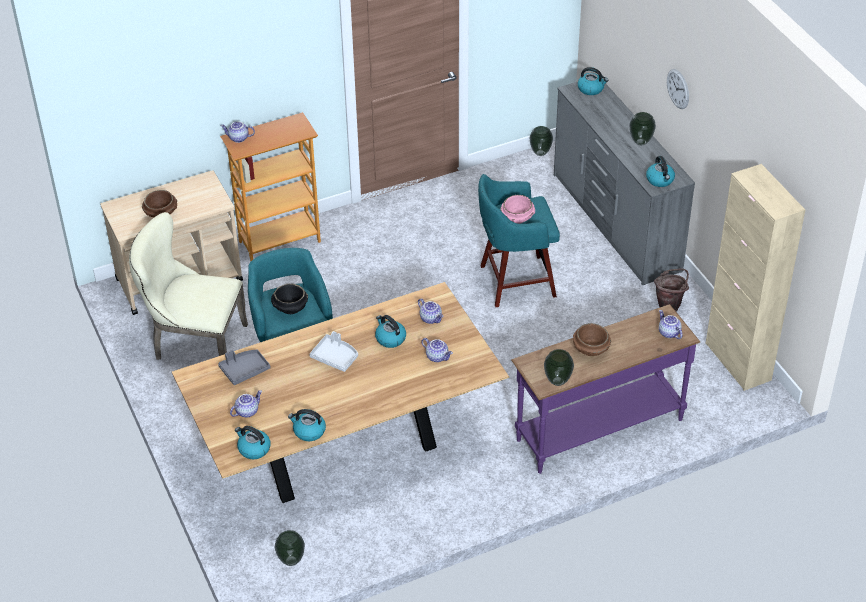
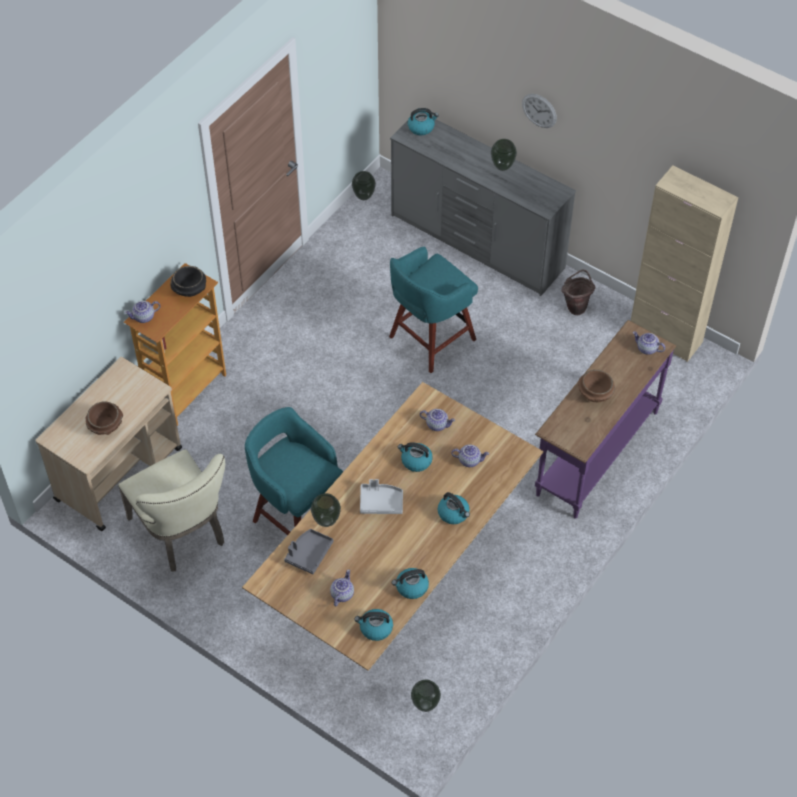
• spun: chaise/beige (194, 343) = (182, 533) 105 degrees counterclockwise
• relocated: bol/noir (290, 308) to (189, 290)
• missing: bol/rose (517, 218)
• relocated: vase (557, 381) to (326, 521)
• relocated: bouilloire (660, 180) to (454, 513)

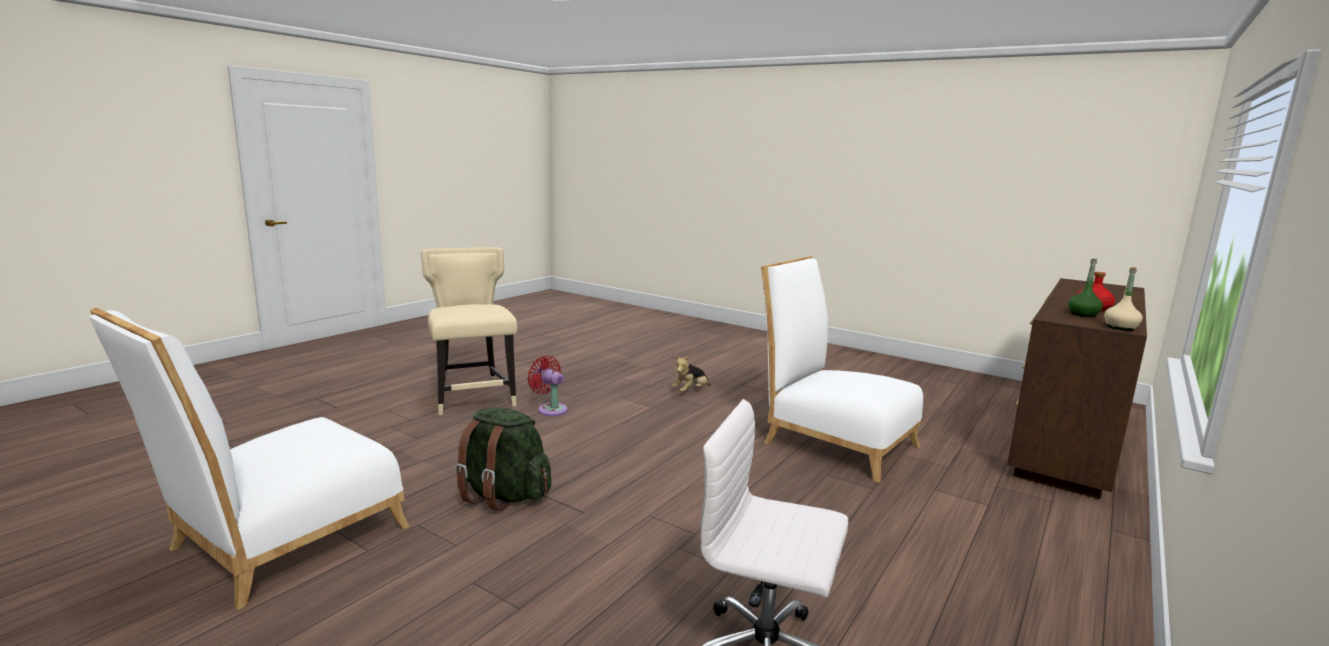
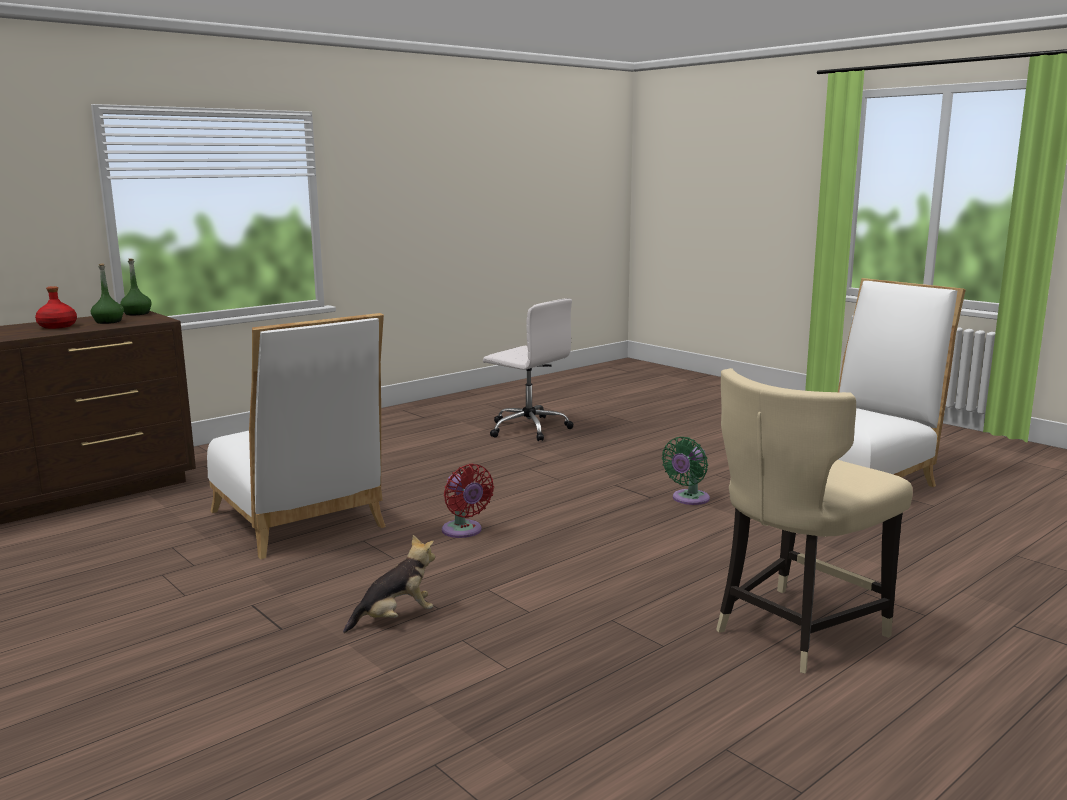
• spun: chaise/beige (473, 398) = (794, 631) 60 degrees clockwise
• exchanged: sac à dos/vert (504, 496) to ventilateur/vert (688, 499)
• relocated: ventilateur/rouge (550, 409) to (464, 531)
• colour: bouteille/beige (1120, 327) to bouteille/vert (137, 313)

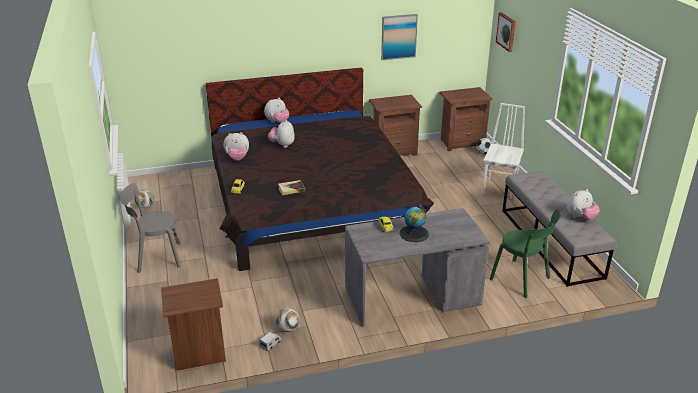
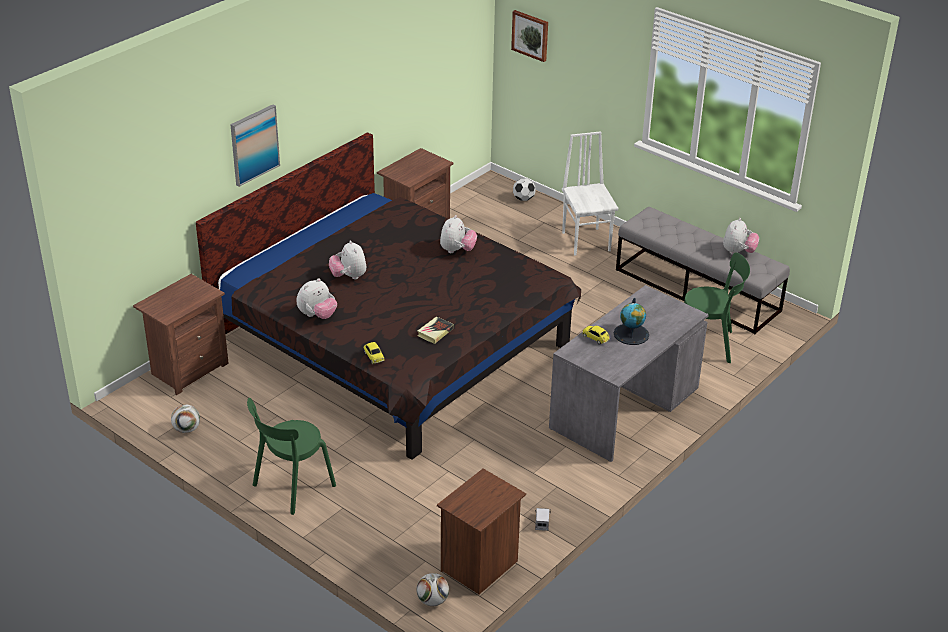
• colour: chaise/gris (156, 257) to chaise/vert (291, 487)
• relocated: peluche (277, 122) to (457, 250)
• relocated: ballon de foot (287, 329) to (432, 601)
• relocated: tableau (398, 36) to (254, 144)
• relocated: table de chevet/marron (461, 142) to (188, 369)

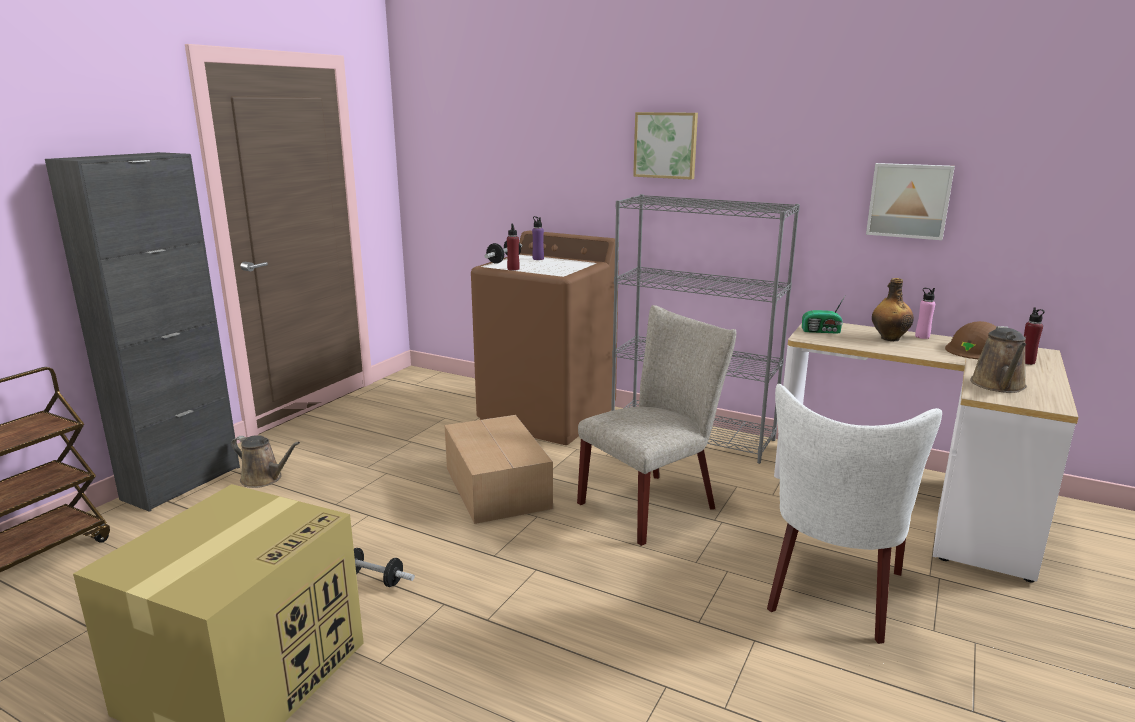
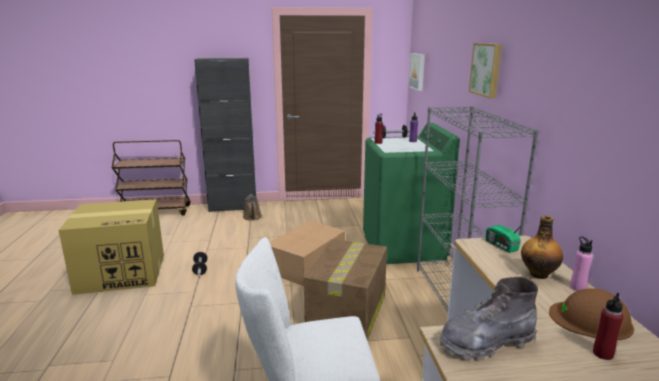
• colour: lave-linge/marron (548, 416) to lave-linge/vert (403, 247)
• exchanged: chaise/beige (654, 503) to carton (347, 314)
• relocated: tableau (909, 200) to (418, 71)
• exchanged: arrosoir/marron (999, 386) to botte/gris (486, 343)

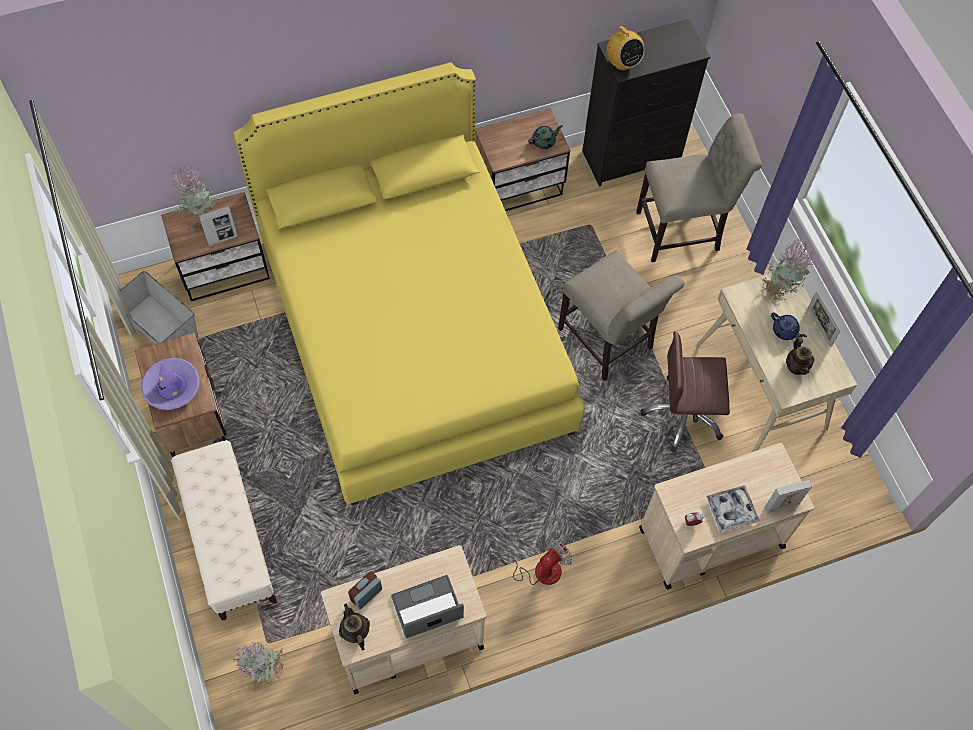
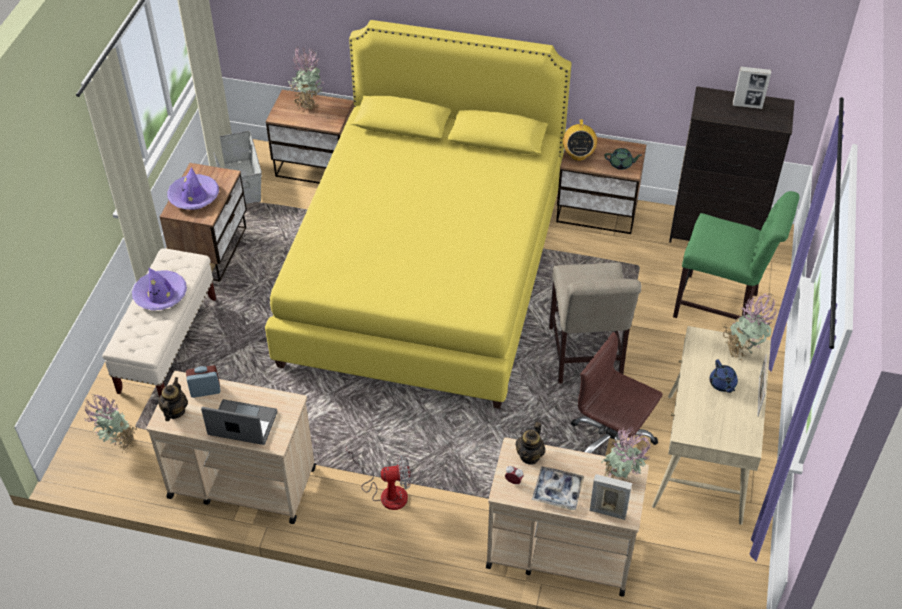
• relocated: cadre photo (222, 238) to (747, 105)
• relocated: radio (622, 63) to (578, 155)
• colour: chaise/beige (683, 231) to chaise/vert (721, 307)
• relocated: théière (796, 366) to (530, 455)
• appeared: chapeau/violet (160, 295)
• appeared: plante en pot (621, 479)

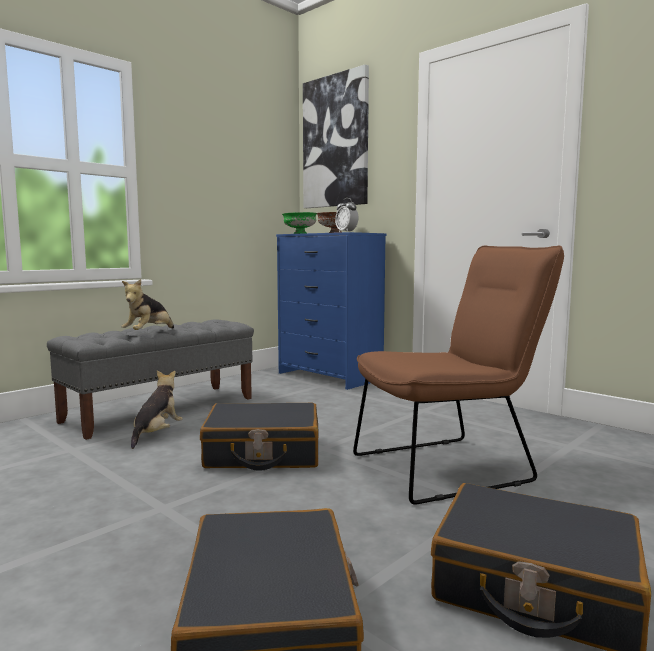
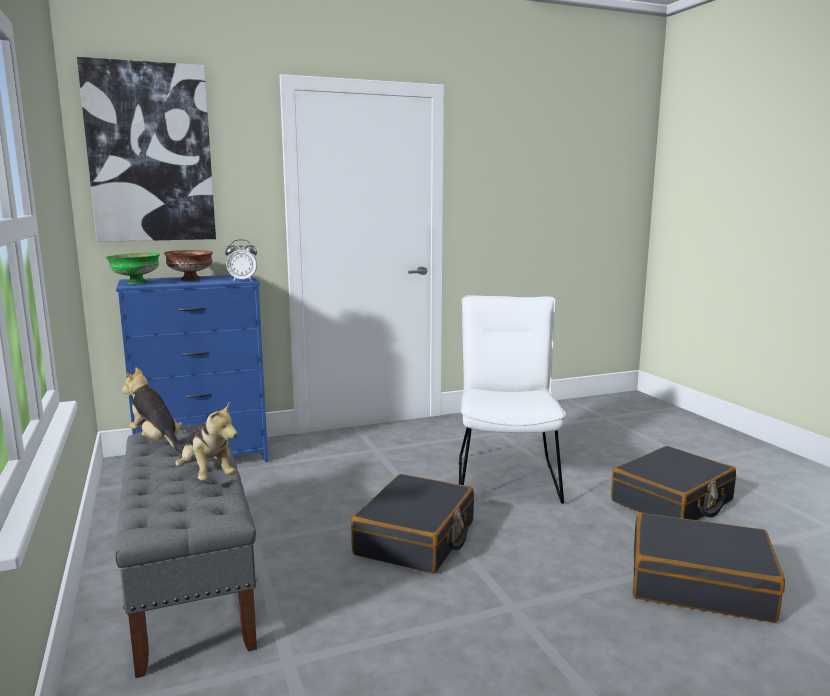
• relocated: peluche (157, 434) to (157, 442)
• colour: chaise/marron (451, 467) to chaise/blanc (506, 475)

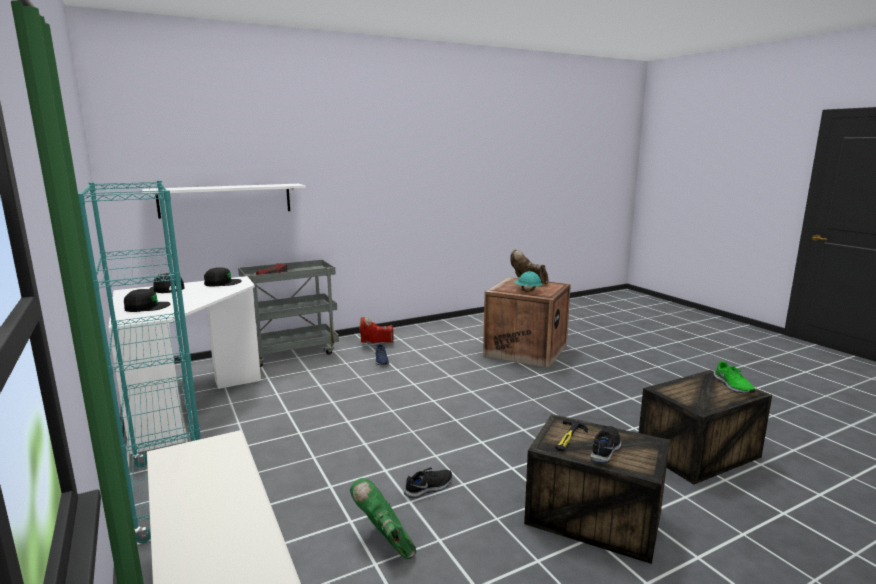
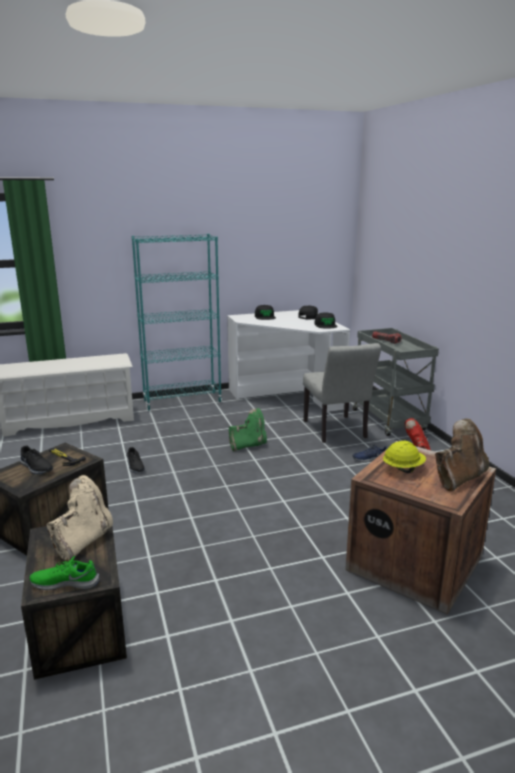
• missing: étagère/blanc (226, 200)
• relocated: botte/vert (385, 541) to (248, 445)
• colour: casque de chantier/turquoise (527, 290) to casque de chantier/jaune (403, 469)
• appeared: botte/beige (83, 541)
• appeared: chaise/gris (336, 431)

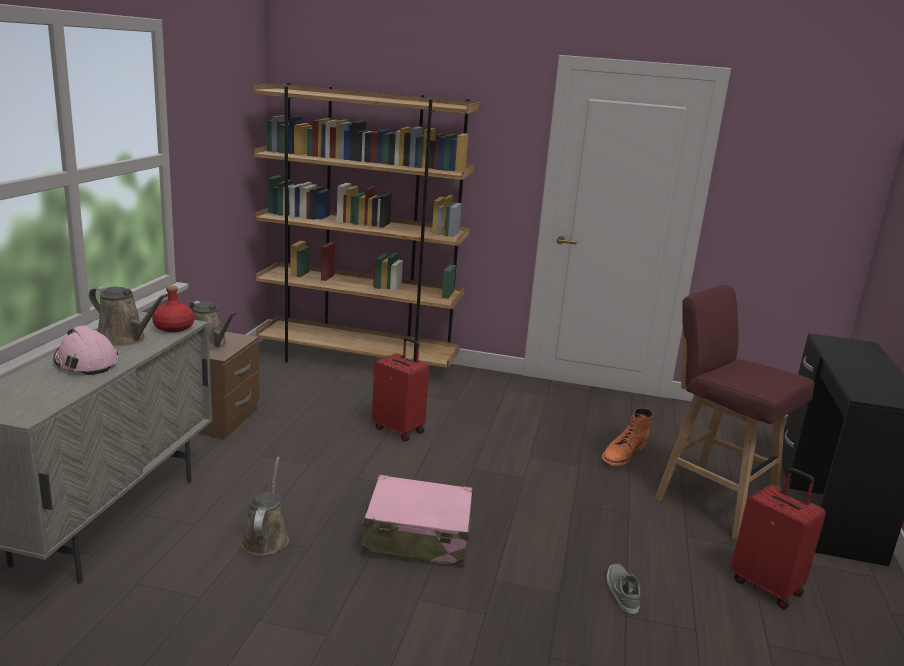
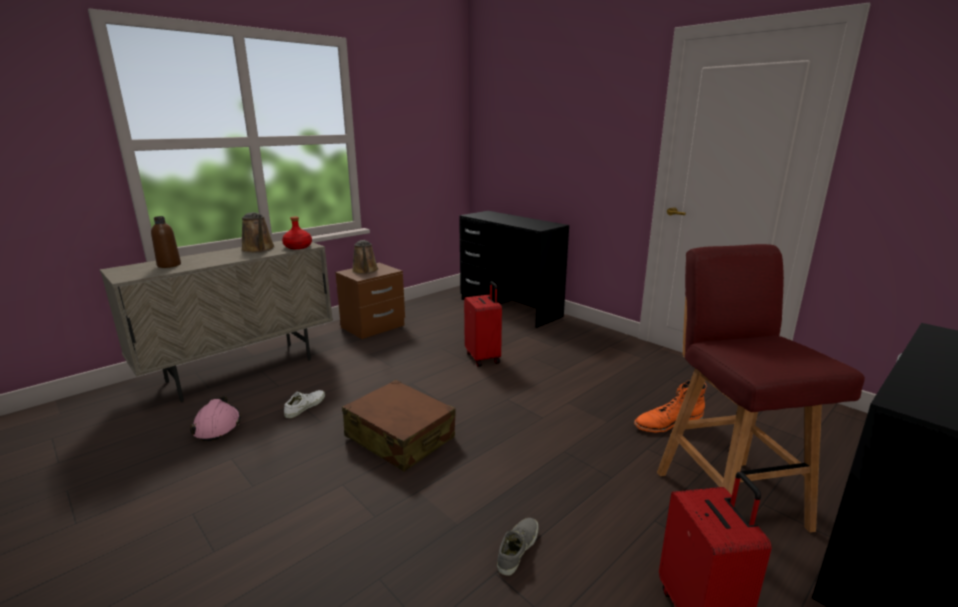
• relocated: casque de chantier/rose (86, 362) to (217, 426)
• exchanged: arrosoir/marron (266, 538) to chaussure/blanc (304, 406)
• exchanged: bibliothèque/marron (358, 362) to bureau/noir (510, 308)
• colour: valise/rose (417, 537) to valise/marron (400, 437)
• appeared: bouteille/marron (169, 265)

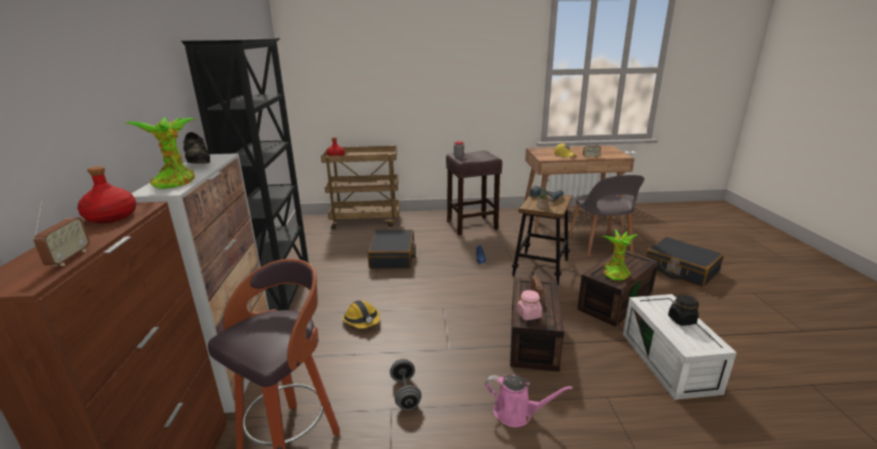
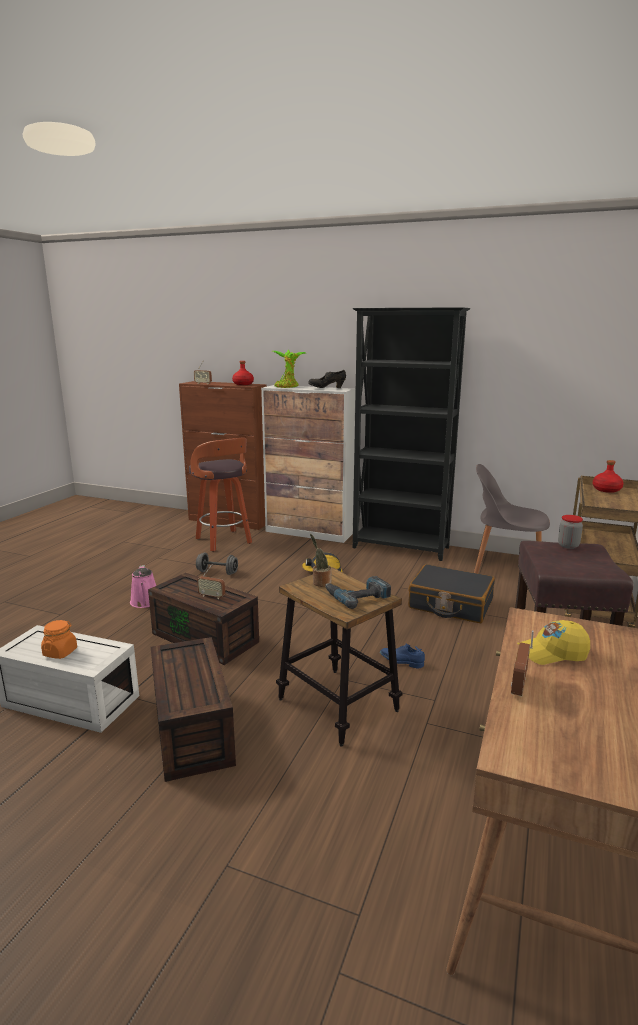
• spun: arrosoir/rose (517, 413) = (145, 602) 60 degrees counterclockwise
• missing: bocal/rose (528, 314)
• relocated: chaise/gris (599, 245) to (505, 569)
• missing: plante en pot (615, 273)
• missing: valise/noir (680, 270)
• colour: bocal/noir (681, 320) to bocal/orange (60, 652)

